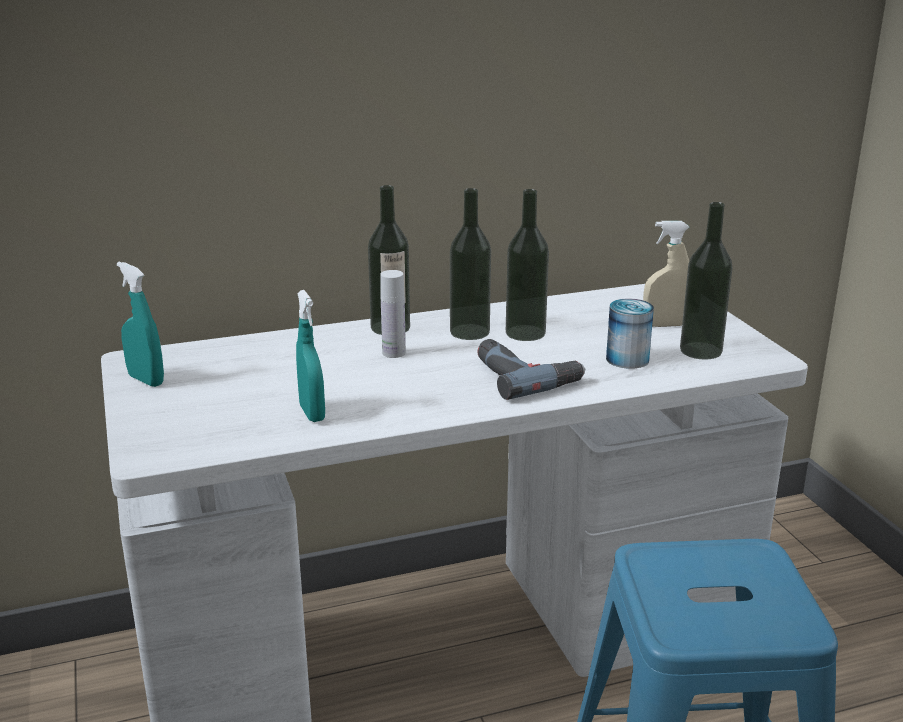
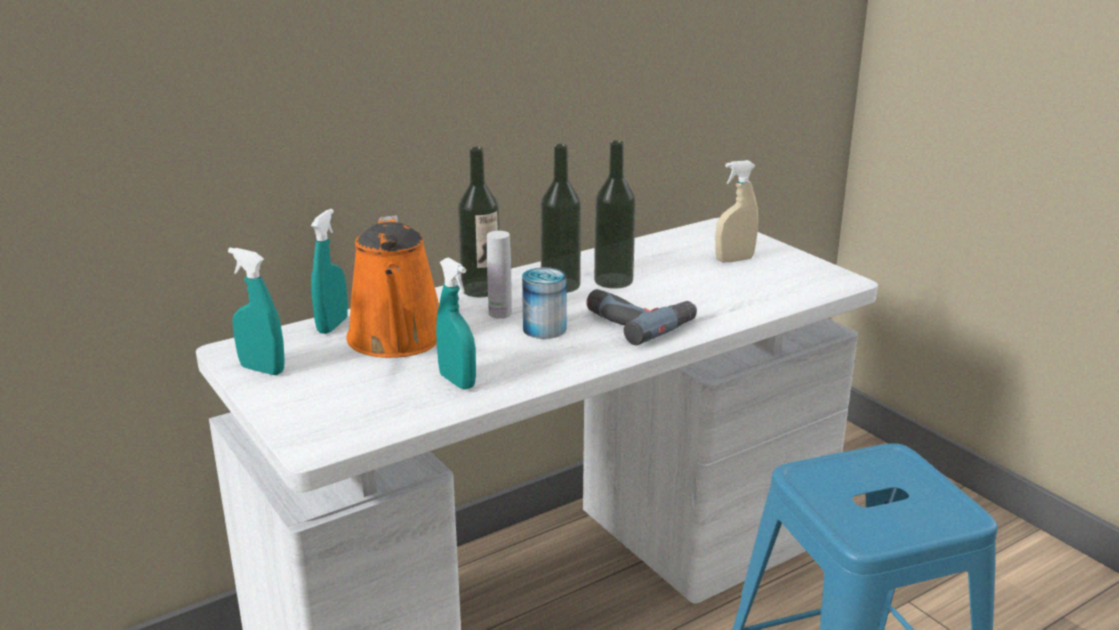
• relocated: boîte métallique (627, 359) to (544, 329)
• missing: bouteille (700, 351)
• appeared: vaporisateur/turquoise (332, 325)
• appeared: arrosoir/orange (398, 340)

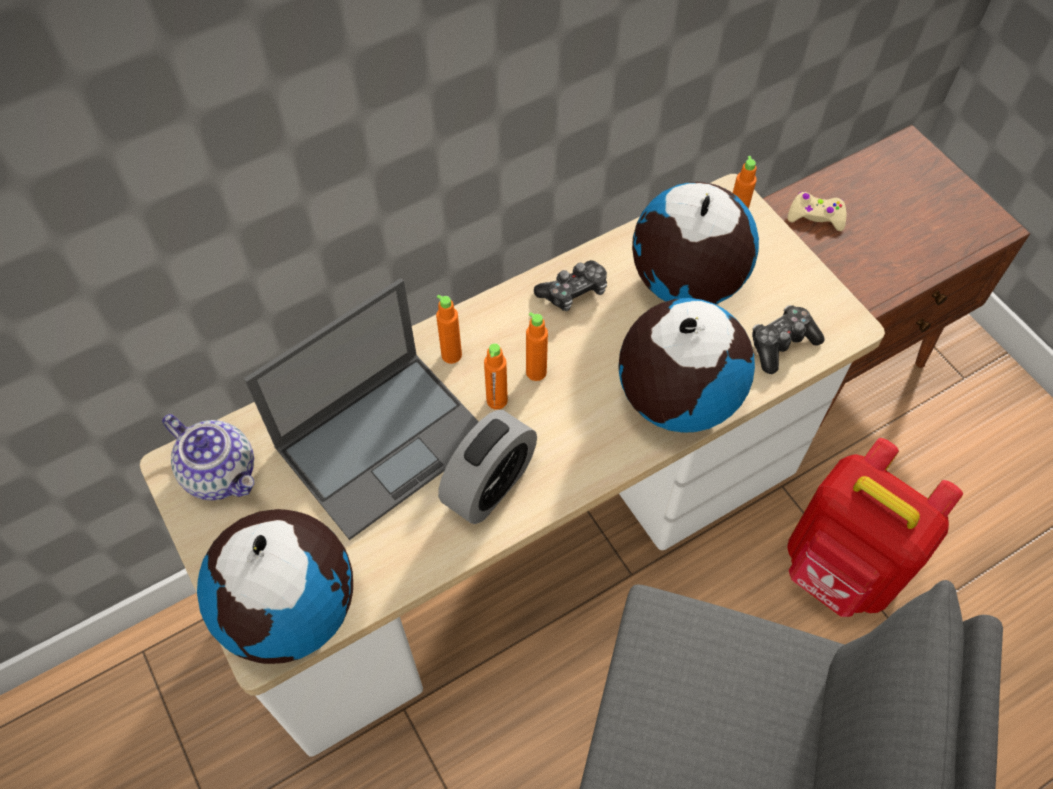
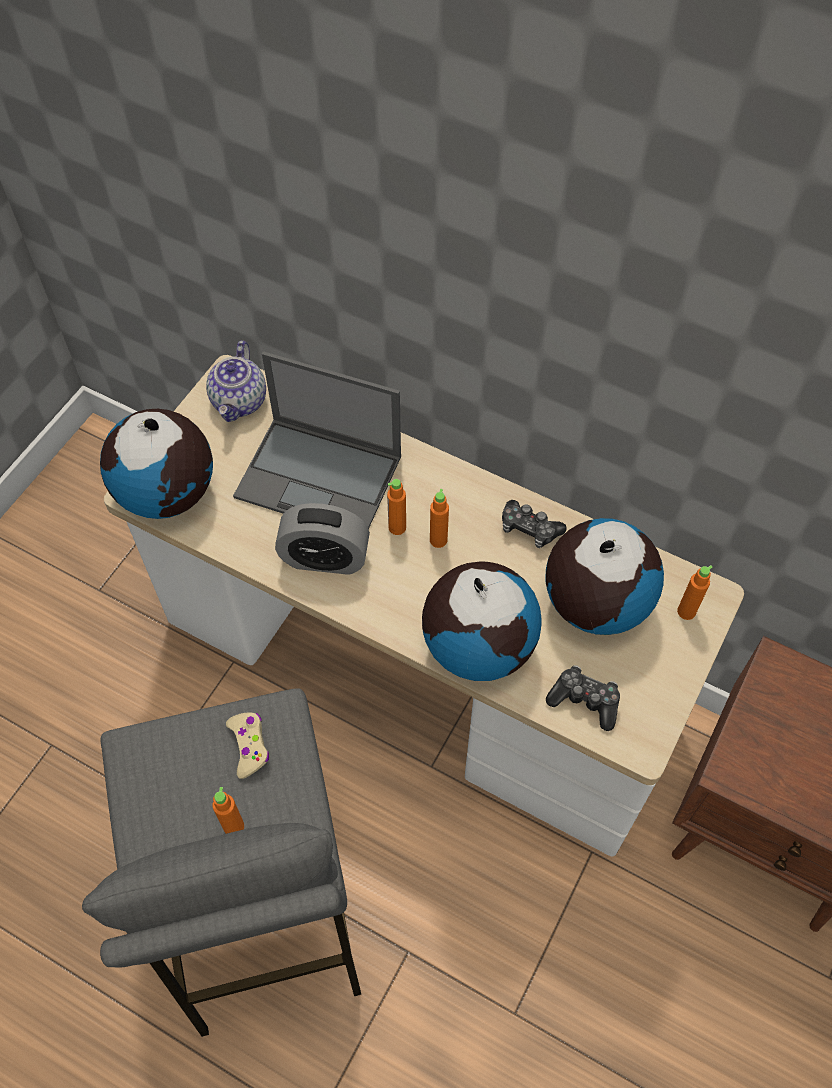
• relocated: bouteille/orange (451, 355) to (233, 826)
• relocated: manette/beige (815, 216) to (249, 746)
• missing: sac à dos/rouge (840, 569)

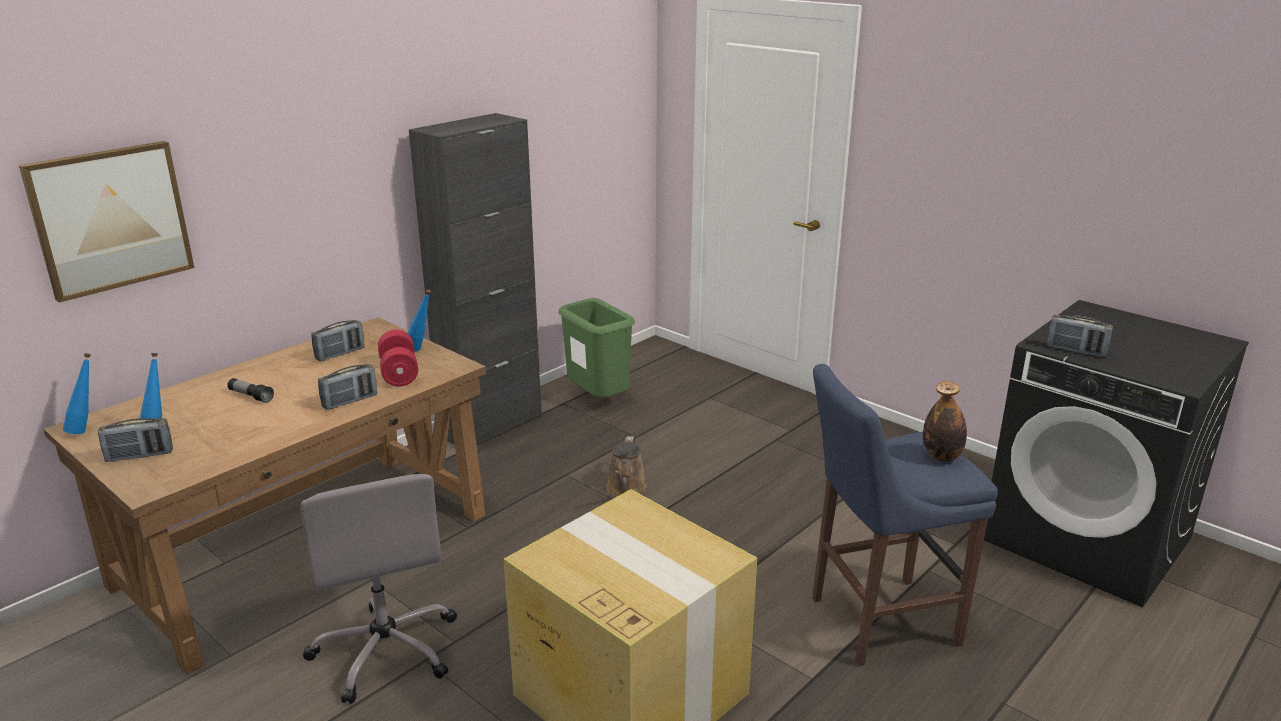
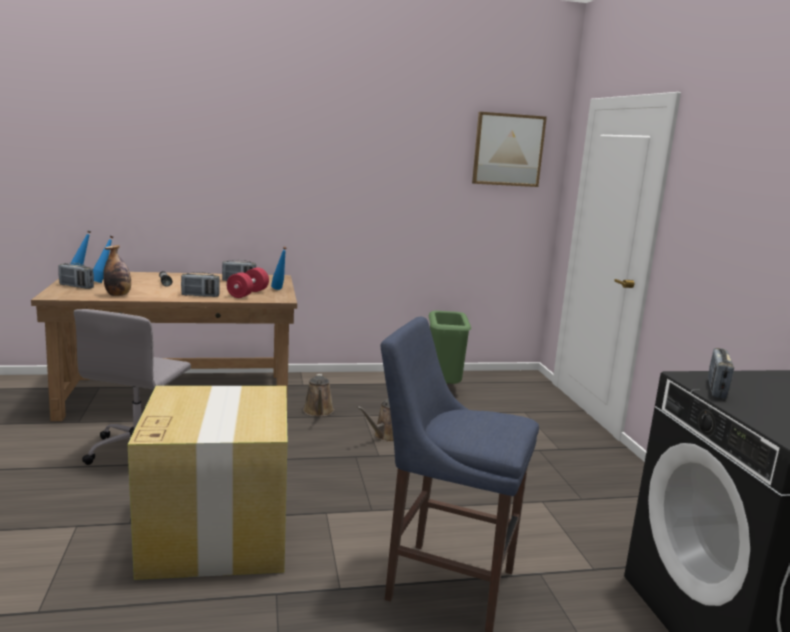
• relocated: tableau (110, 219) to (508, 150)
• missing: meuble de rangement/noir (491, 426)
• relocated: bouteille (941, 457) to (118, 295)
• spun: radio (1075, 351) = (716, 389) 45 degrees clockwise
• appeared: arrosoir/marron (318, 412)

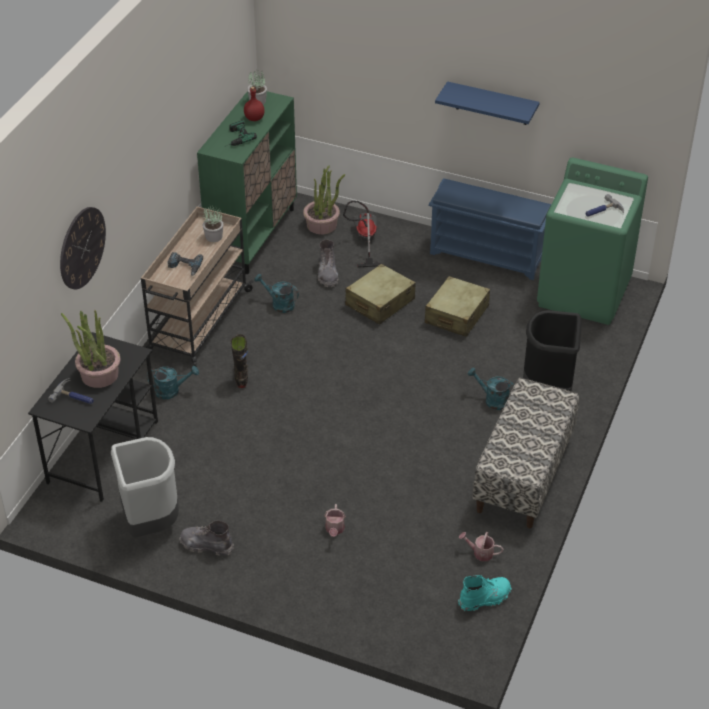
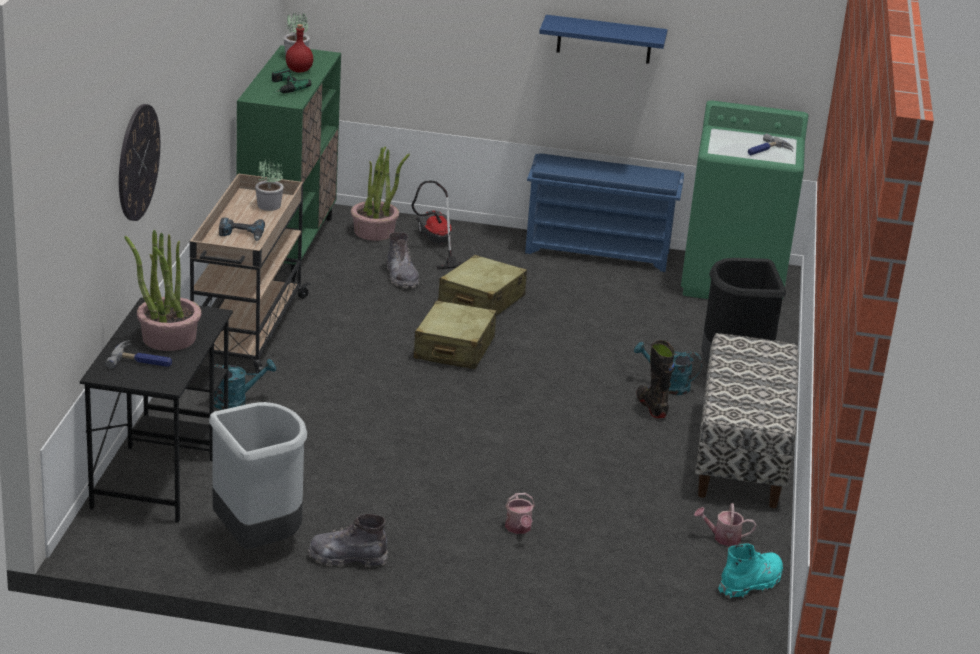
• relocated: botte/noir (241, 376) to (651, 407)
• missing: arrosoir/turquoise (279, 304)
• relocated: valise/beige (456, 315) to (454, 349)

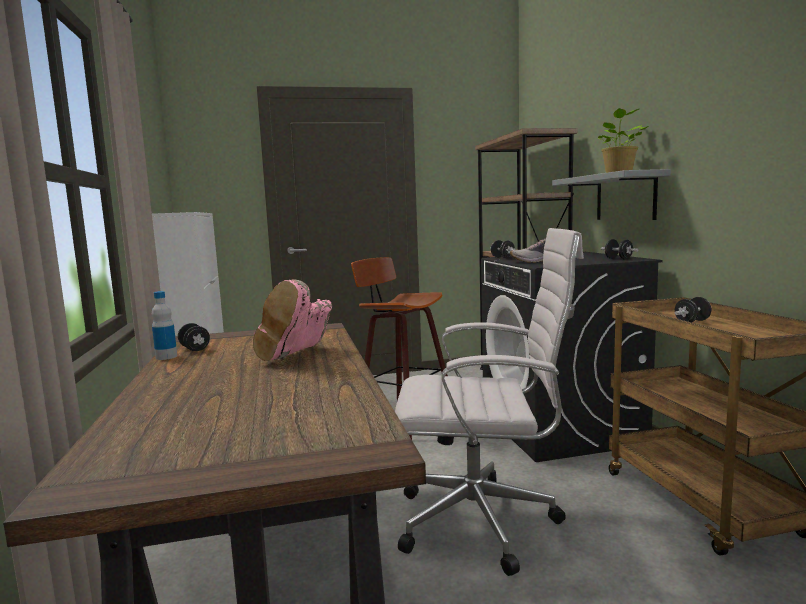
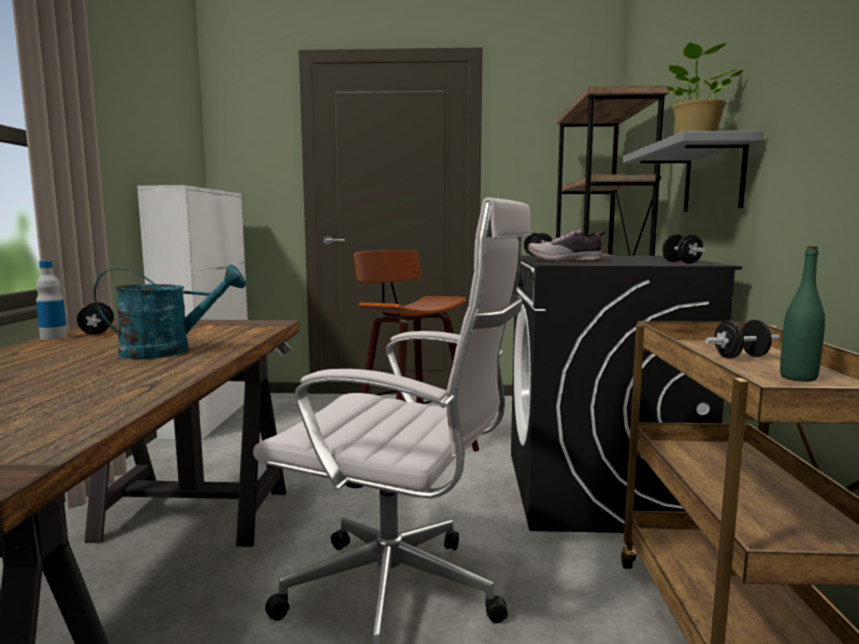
• exchanged: botte/rose (297, 357) to arrosoir/turquoise (169, 351)
• appeared: bouteille/vert (798, 378)

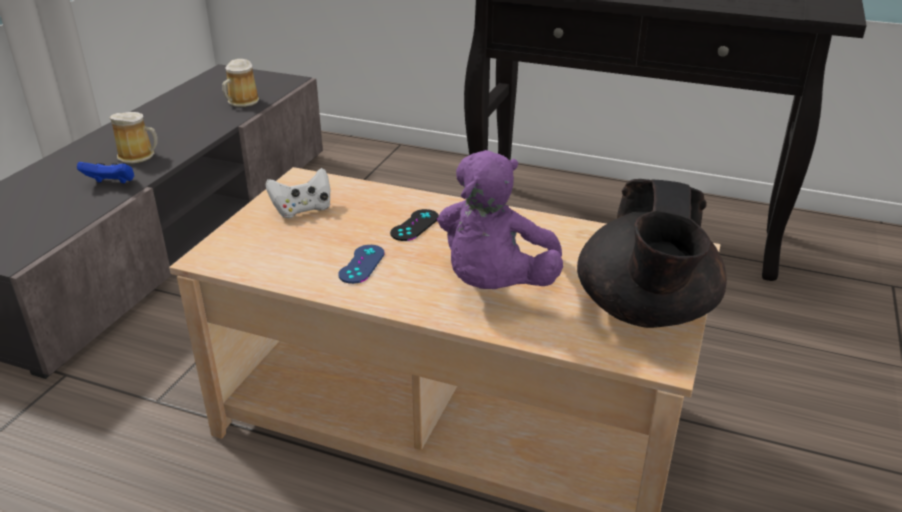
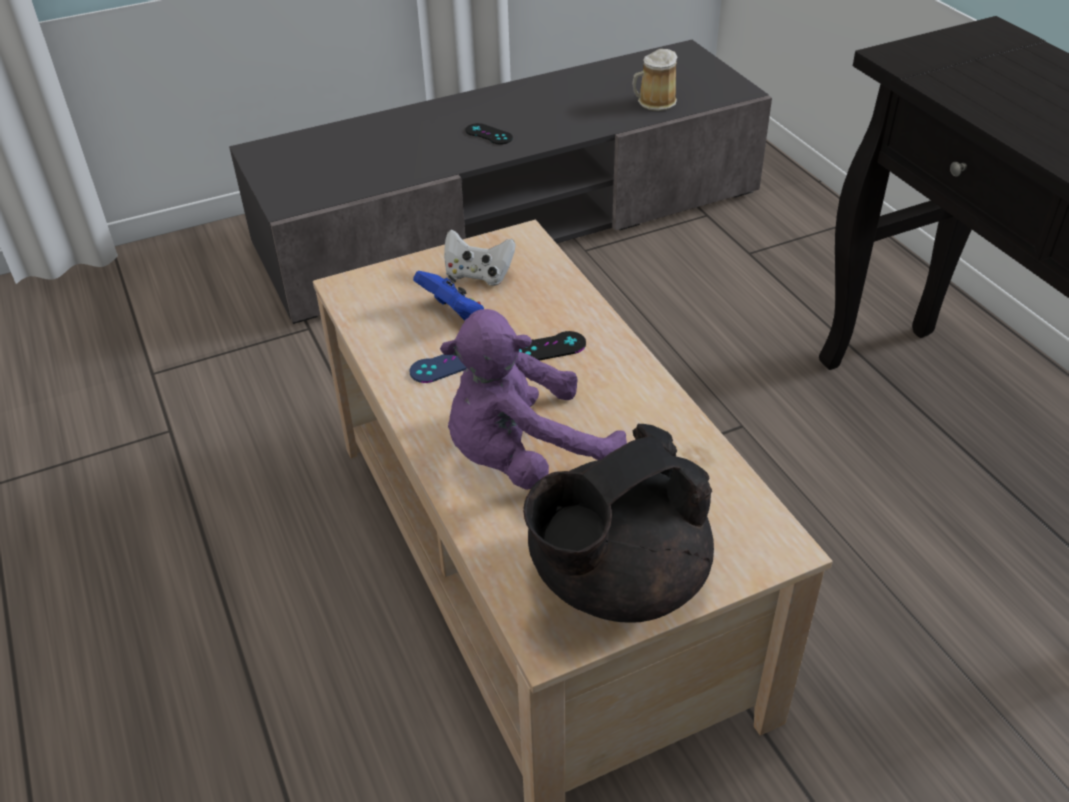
• relocated: manette/bleu (111, 184) to (452, 313)
• exchanged: mug (139, 156) to manette/noir (488, 134)

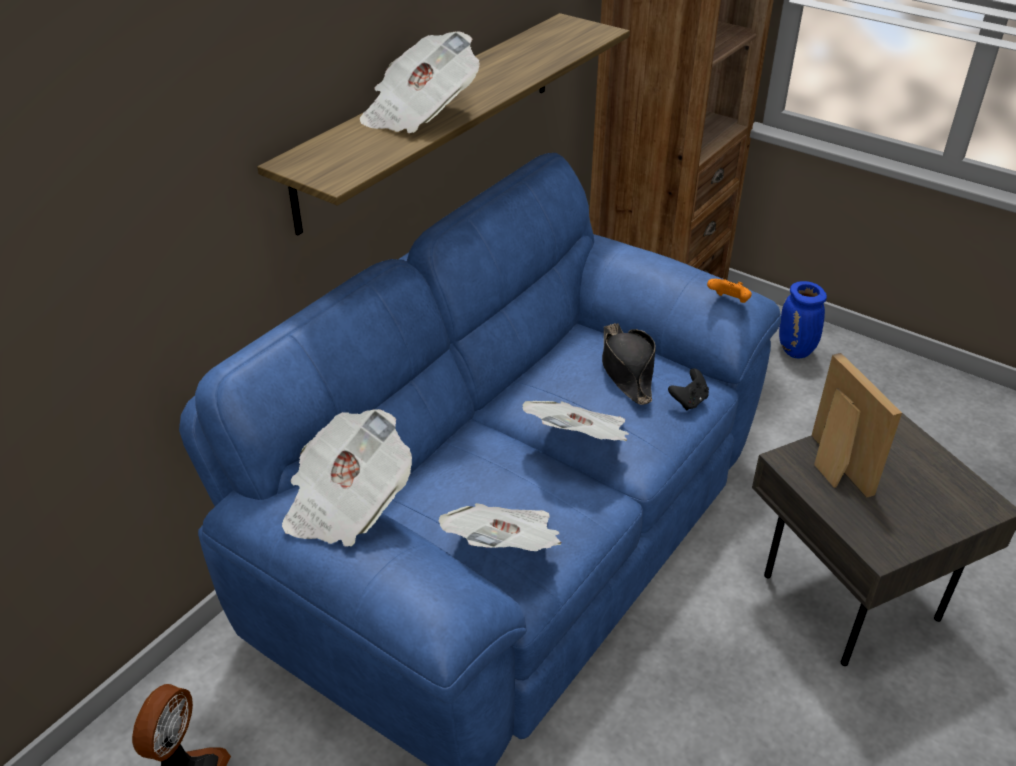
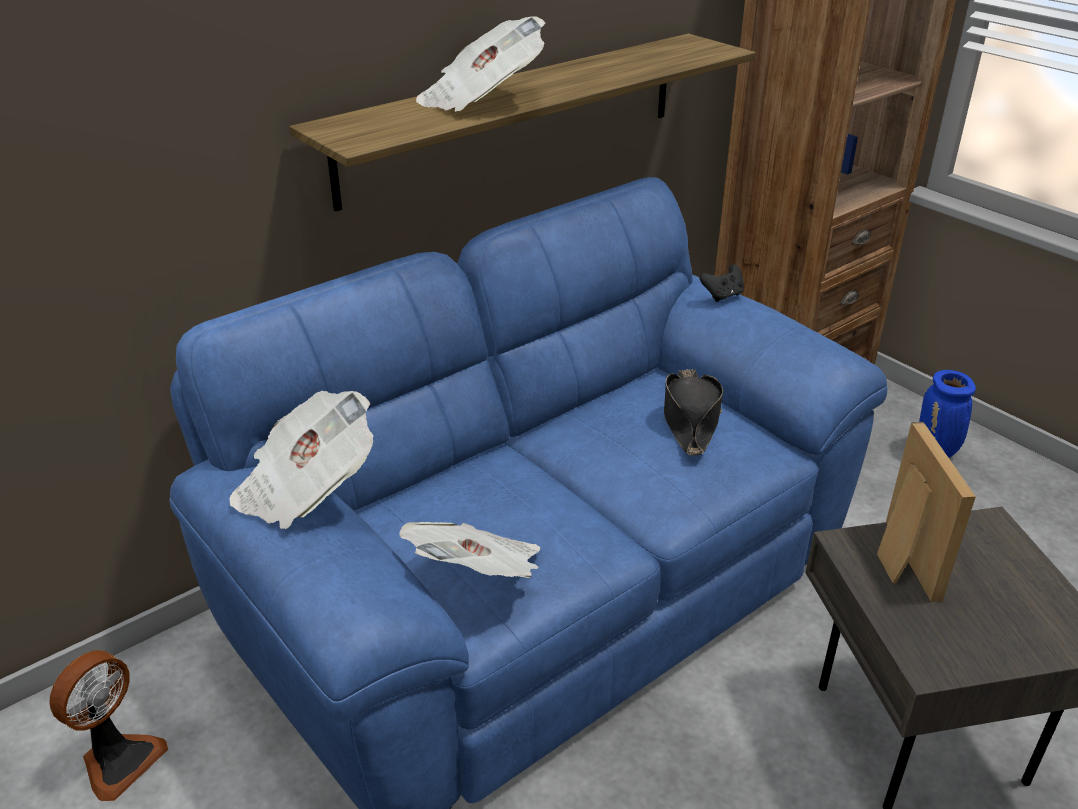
• missing: journal (579, 441)
• relocated: manette/noir (689, 401) to (722, 296)
• missing: manette/orange (729, 302)

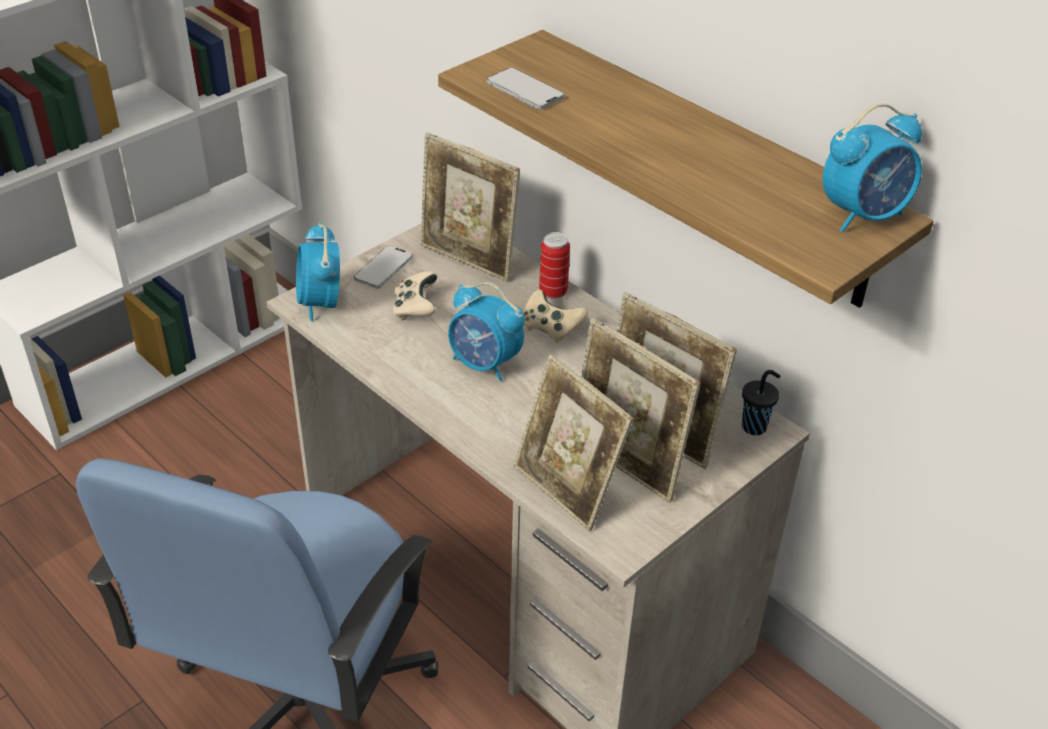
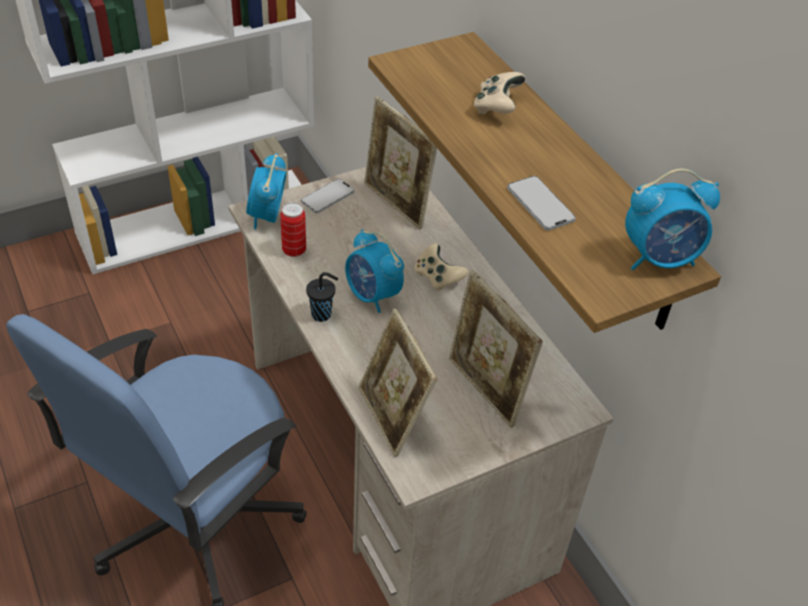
• relocated: manette/beige (415, 309) to (496, 107)
• relocated: téléphone (525, 90) to (540, 204)
• relocated: boîte métallique (553, 292) to (294, 250)
• missing: cadre photo (625, 467)
• relocated: tasse/noir (755, 426) to (322, 314)

